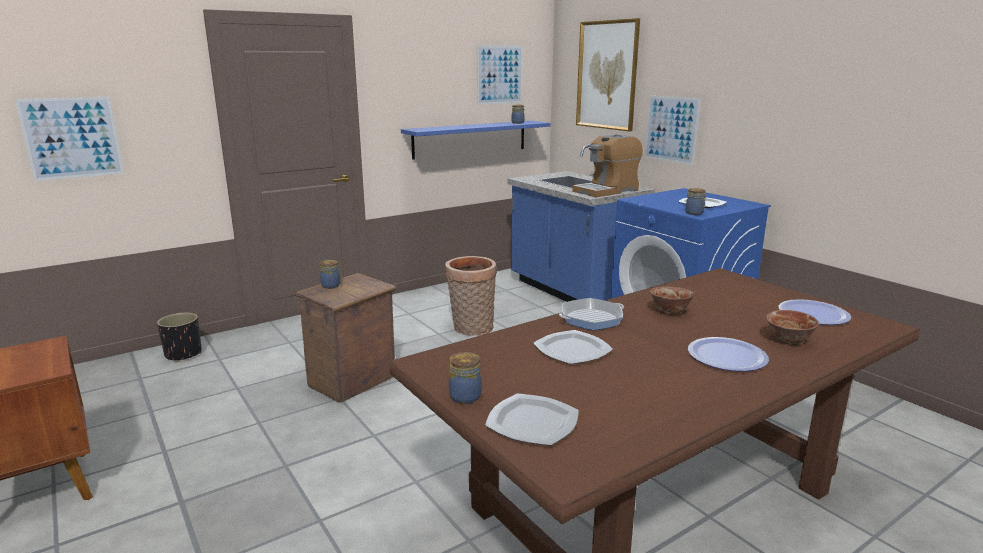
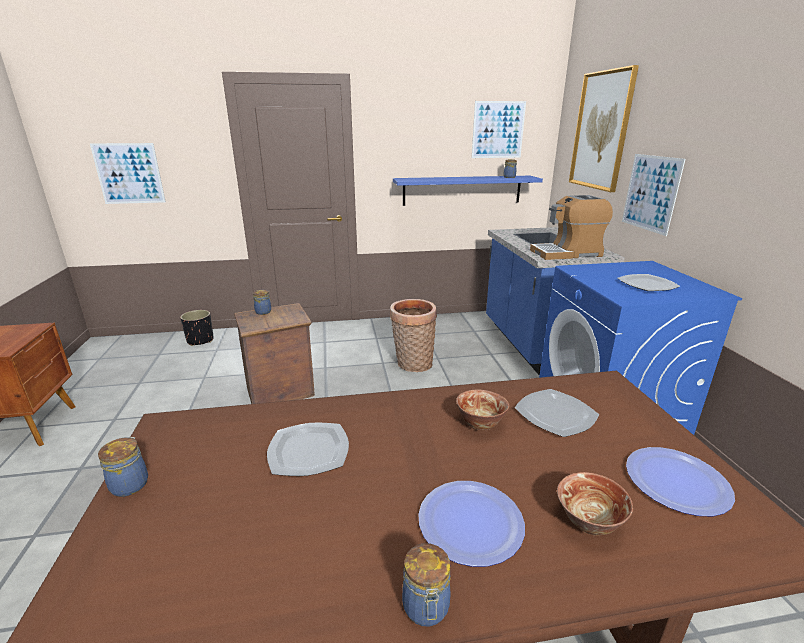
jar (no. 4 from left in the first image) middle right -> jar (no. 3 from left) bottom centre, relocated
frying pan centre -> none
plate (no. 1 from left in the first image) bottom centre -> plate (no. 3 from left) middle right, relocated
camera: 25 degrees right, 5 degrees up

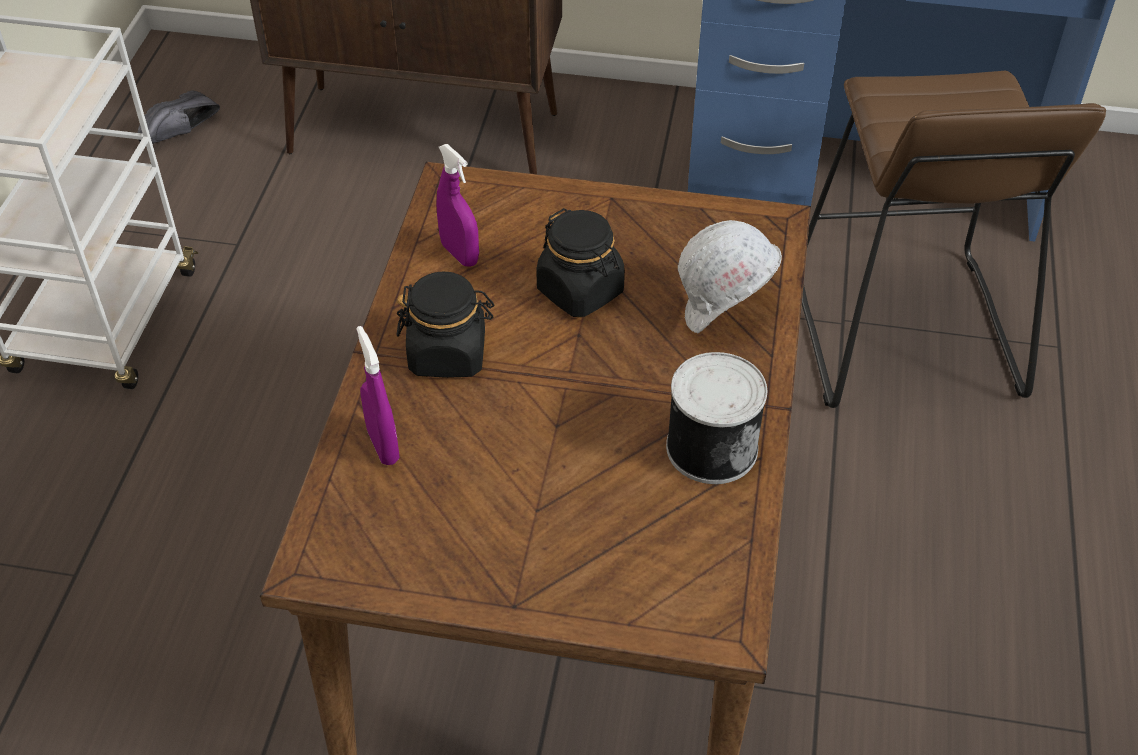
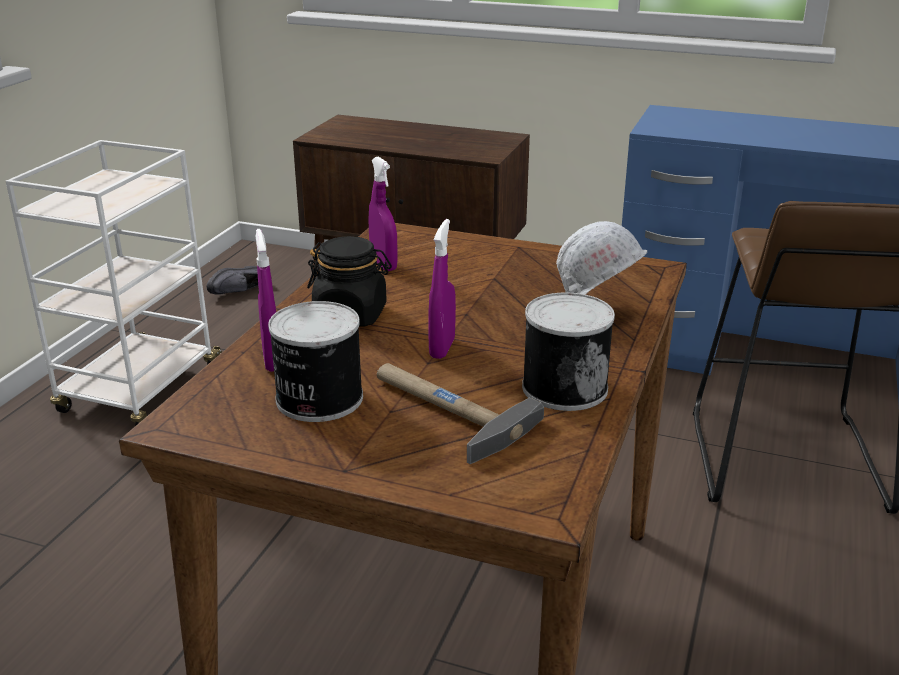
black jar (no. 2 from left) centre -> none
none -> purple spray bottle (no. 3 from left) centre
none -> can (no. 1 from left) centre
none -> hammer centre
camera: 10 degrees right, 20 degrees down

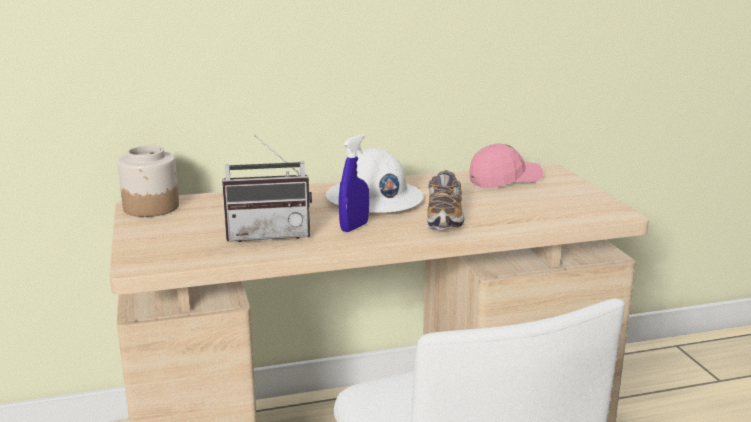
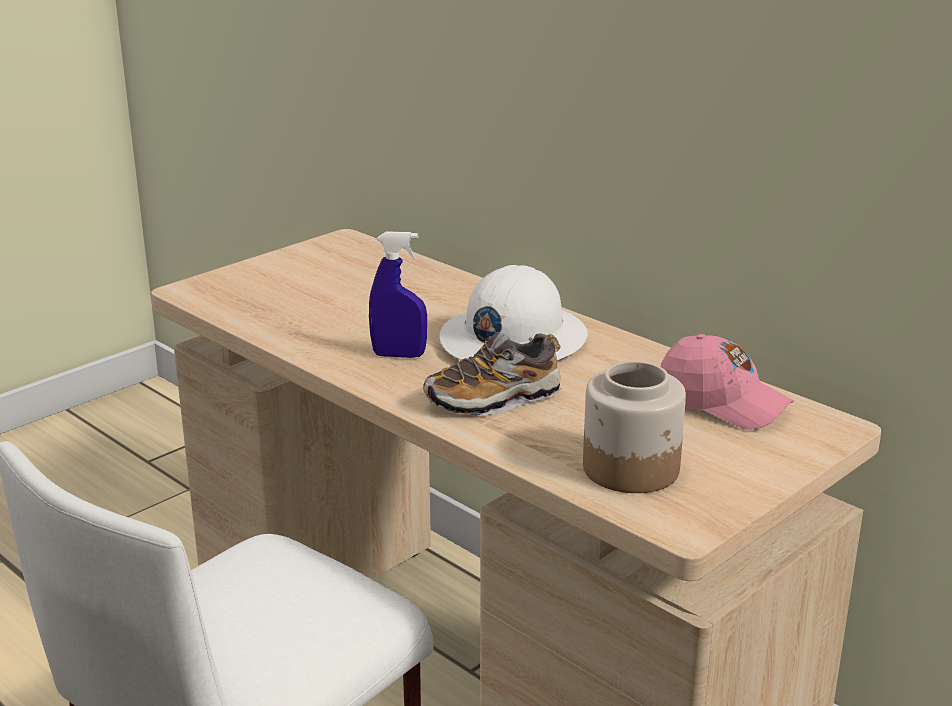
radio centre -> none
jar middle left -> jar centre, relocated
camera: 60 degrees right, 5 degrees up

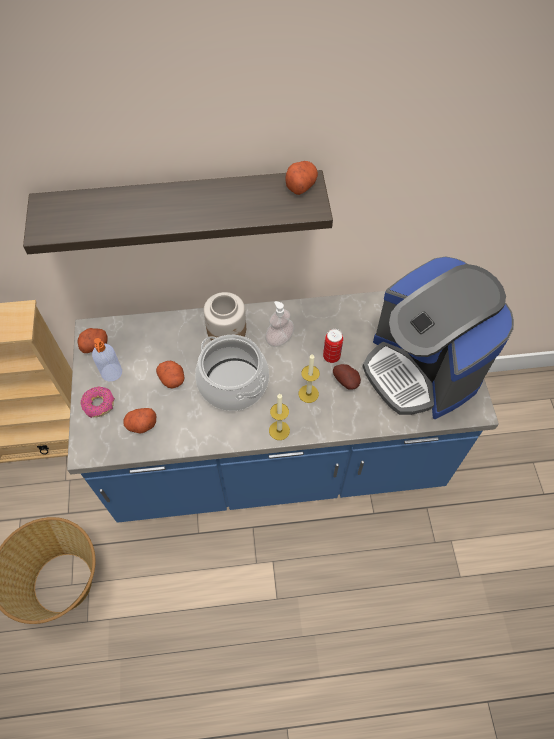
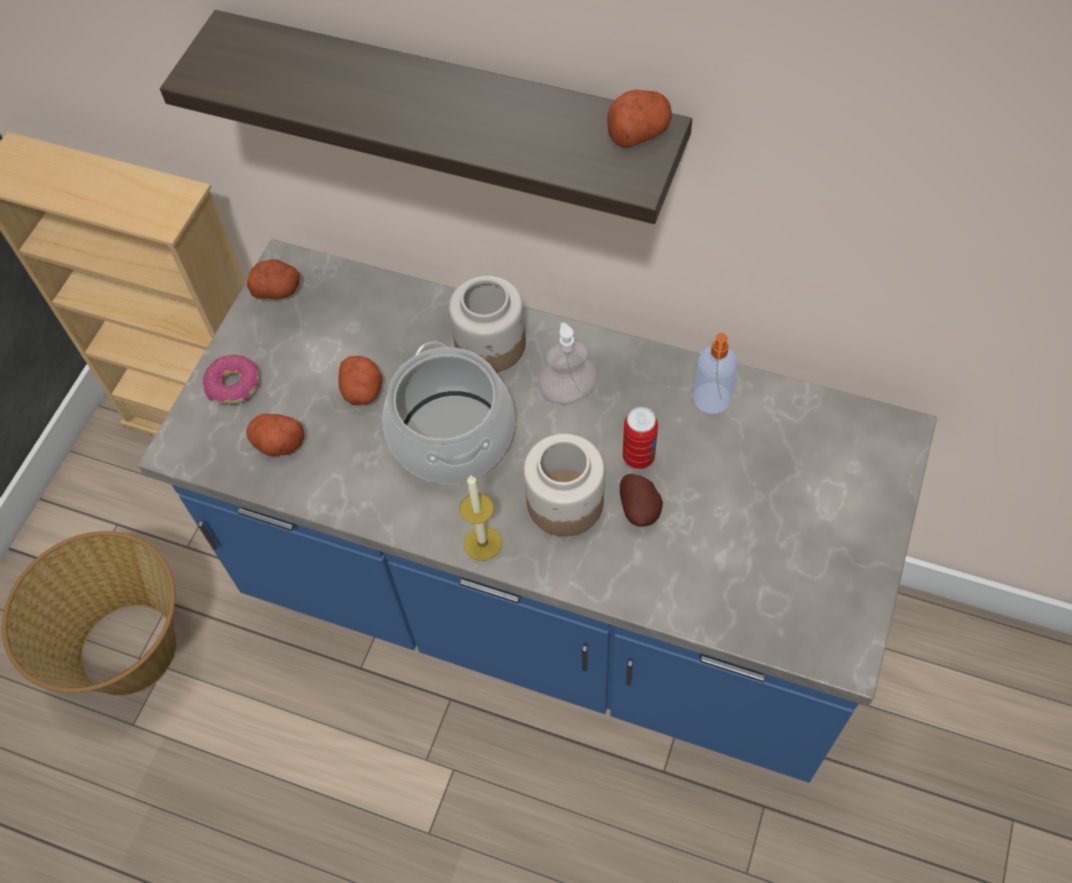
coffee machine middle right -> none
soap dispenser (no. 1 from left in the first image) middle left -> soap dispenser (no. 2 from left) middle right, relocated
candle (no. 2 from left) centre -> jar (no. 2 from left) centre
camera: 30 degrees right, 0 degrees up

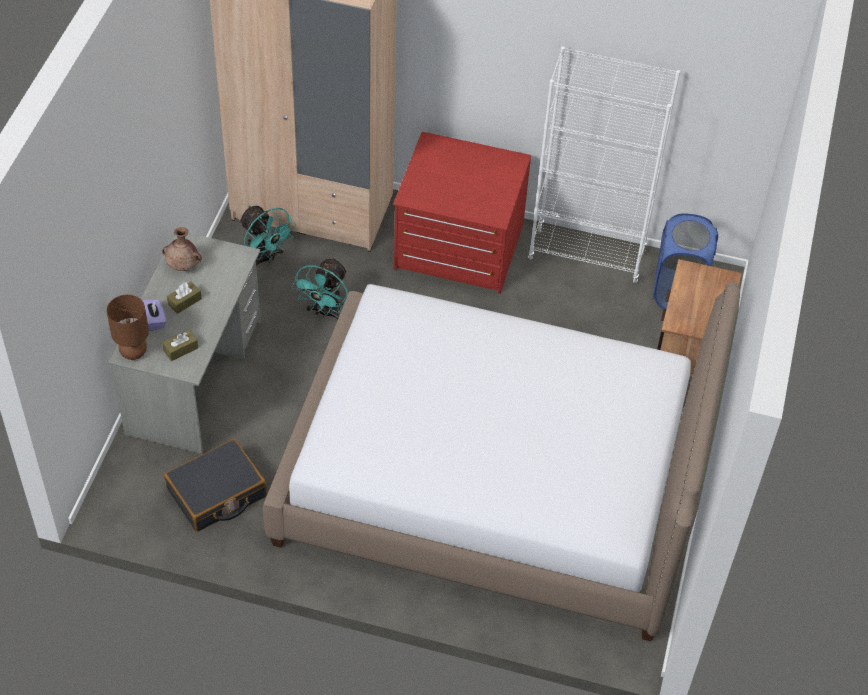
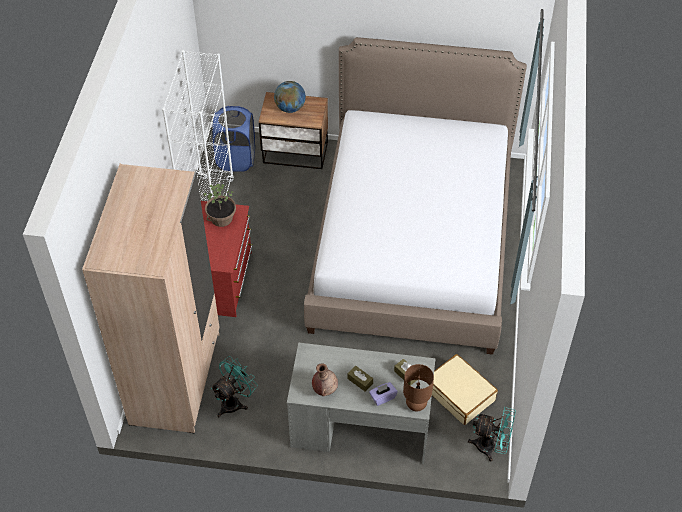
turquoise fan (no. 2 from left) centre -> turquoise fan (no. 2 from left) bottom right, relocated
black suitcase bottom left -> beige suitcase bottom right
none -> globe top centre
none -> potted plant middle left
camera: 95 degrees left, 0 degrees up

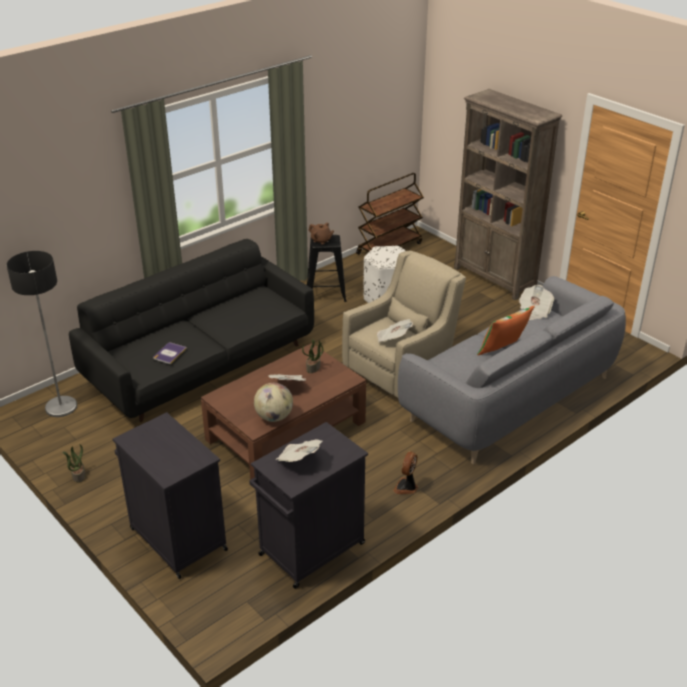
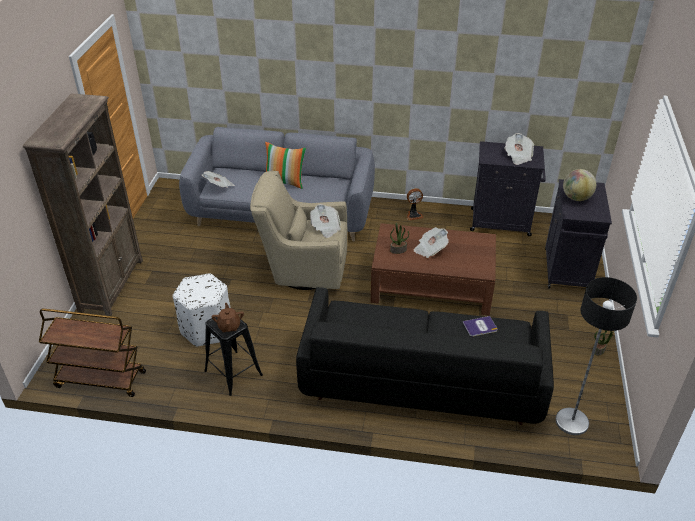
globe centre -> globe middle right, relocated
camera: 130 degrees left, 5 degrees up

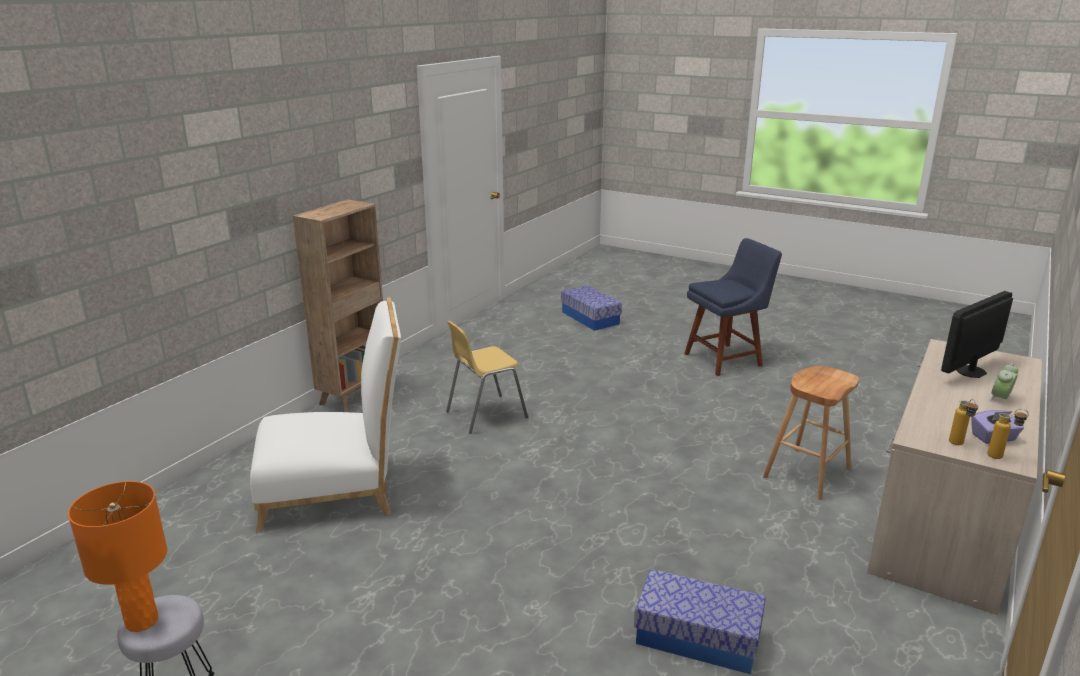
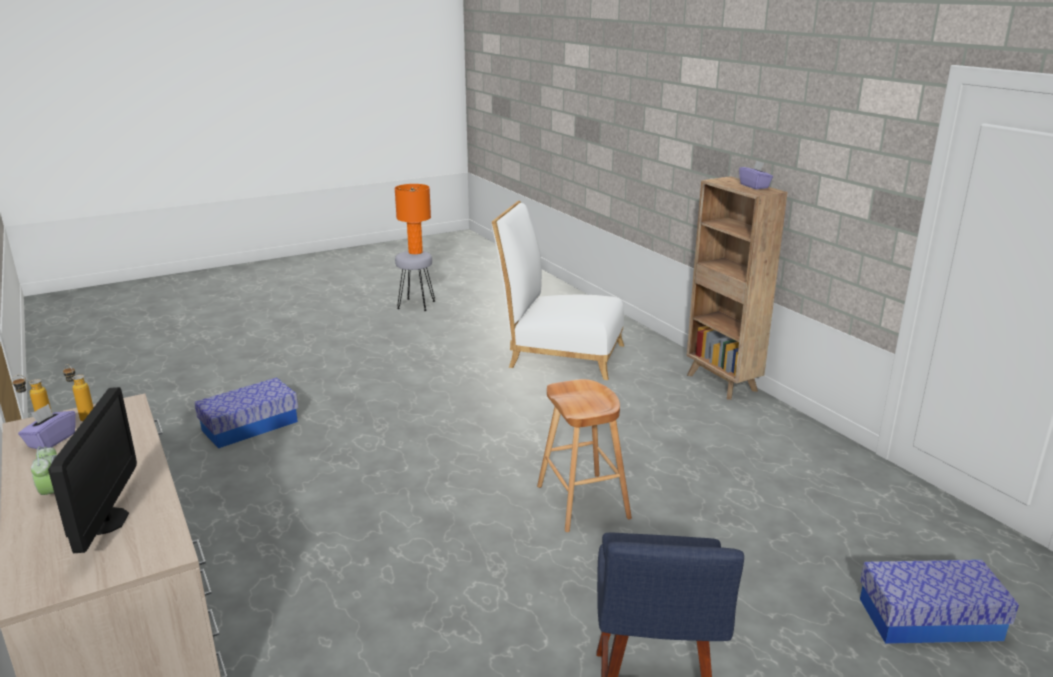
white chair middle left -> white chair centre, 90 degrees clockwise
yellow chair centre -> none
brown stool middle right -> brown stool bottom centre, relocated
none -> purple tissue box (no. 2 from left) top right
camera: 120 degrees right, 0 degrees up

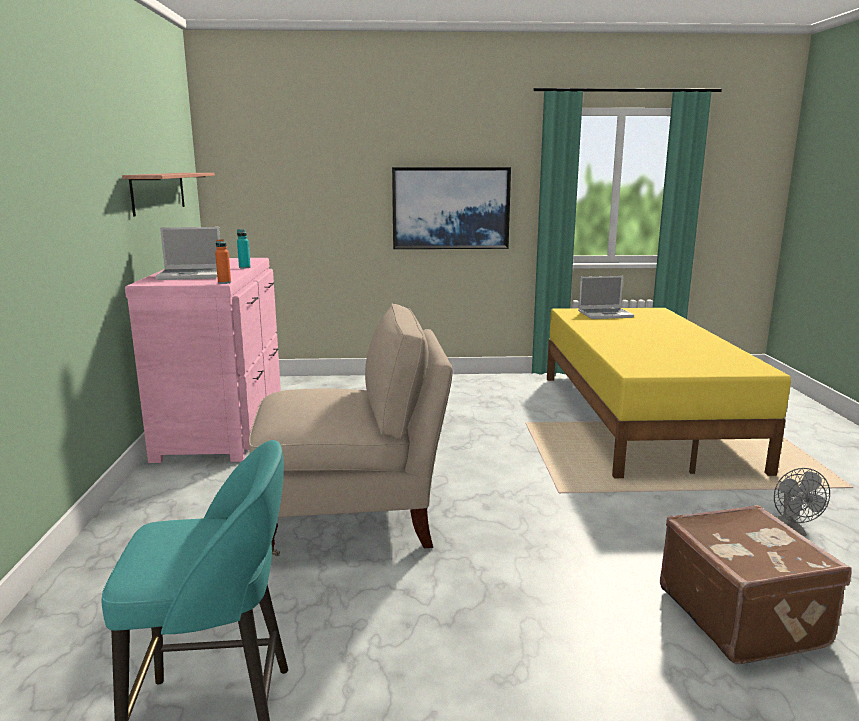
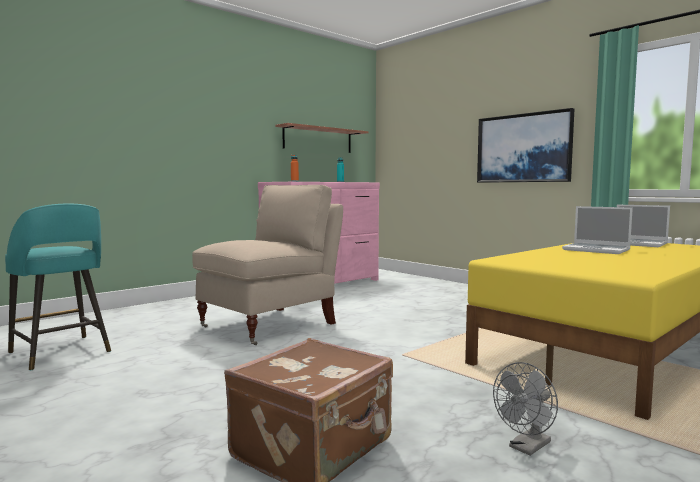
laptop (no. 1 from left) middle left -> laptop (no. 1 from left) middle right, relocated
beige chair centre, 90 degrees counterclockwise
camera: 50 degrees right, 10 degrees down

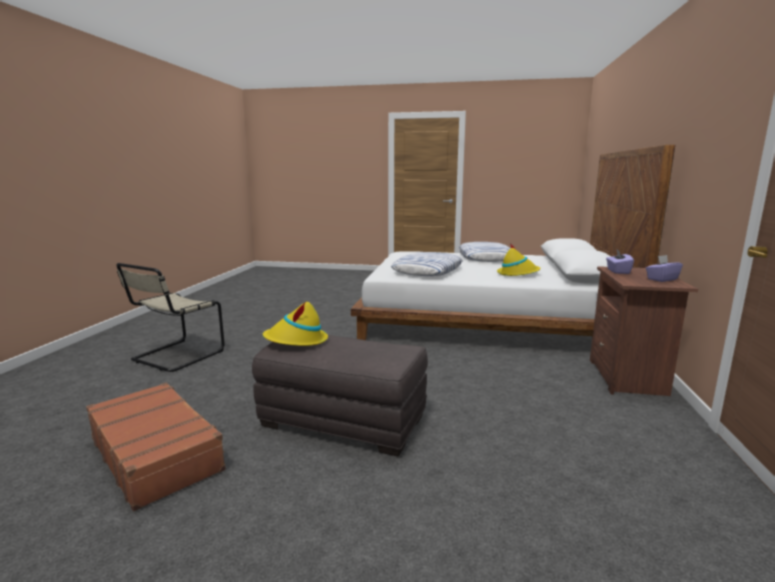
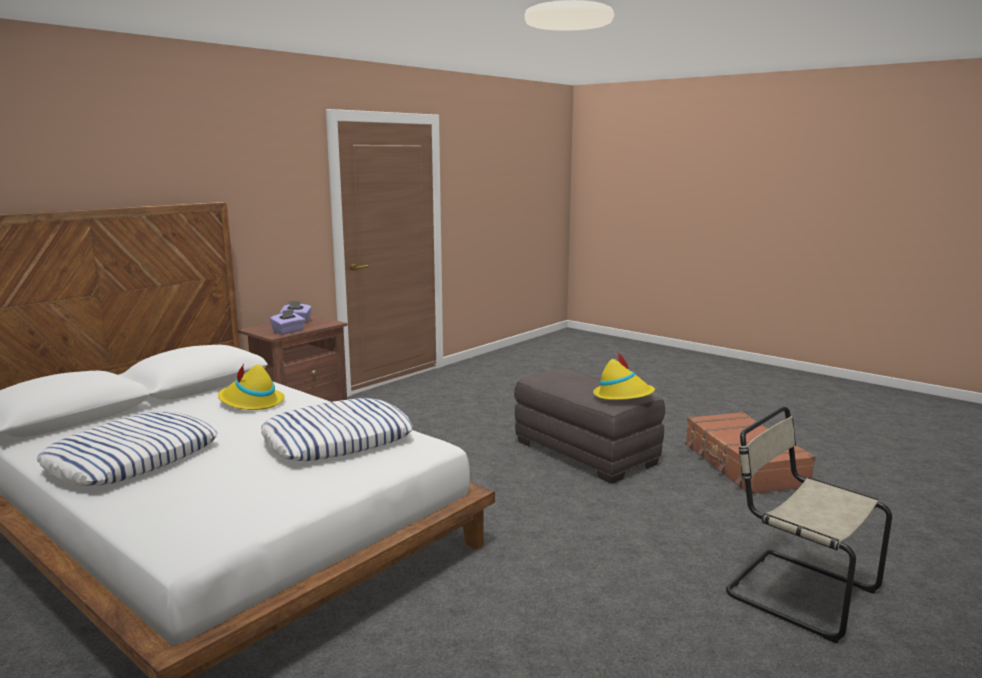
beige chair middle left -> beige chair bottom right, 105 degrees counterclockwise
camera: 150 degrees left, 0 degrees up

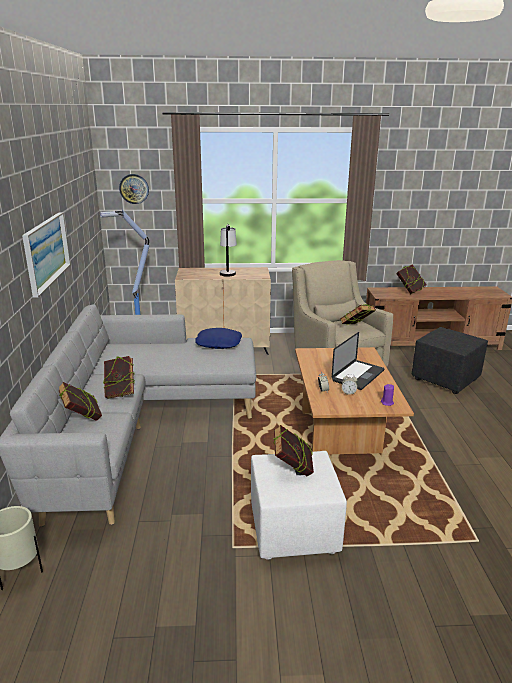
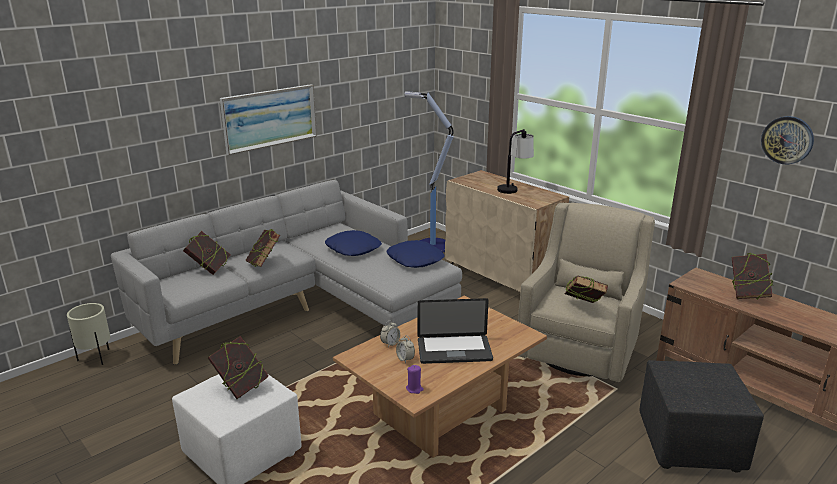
wall clock top left -> wall clock top right, relocated
none -> blue pillow (no. 1 from left) centre
camera: 50 degrees right, 0 degrees up

